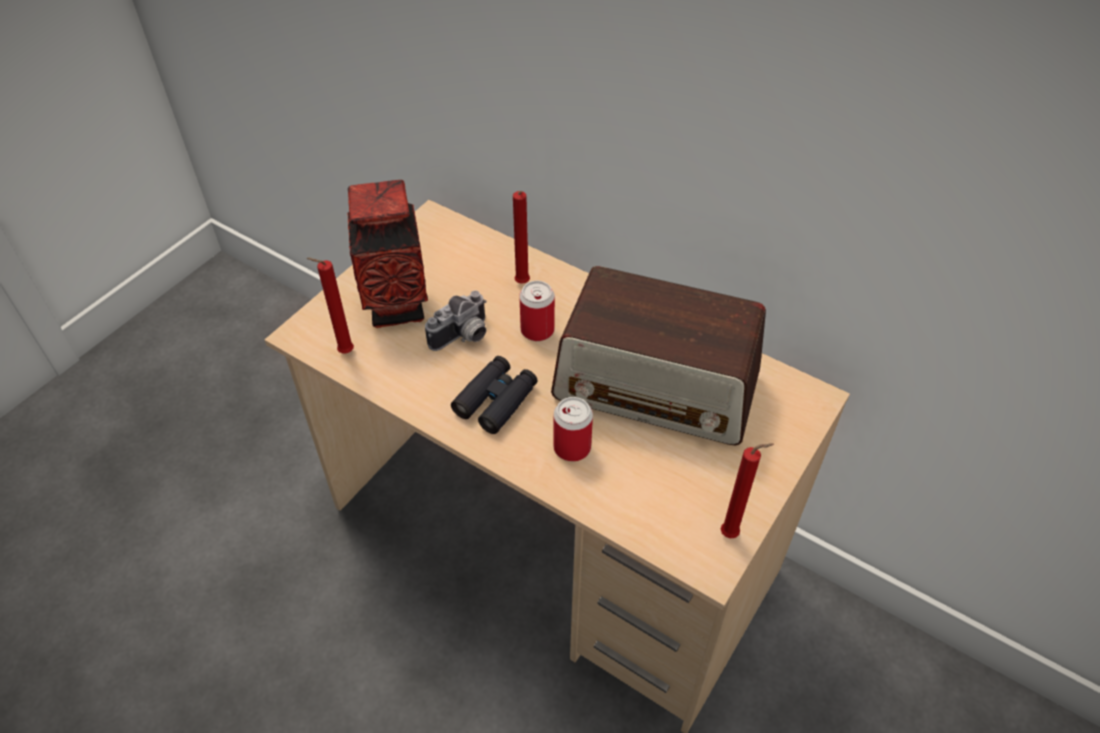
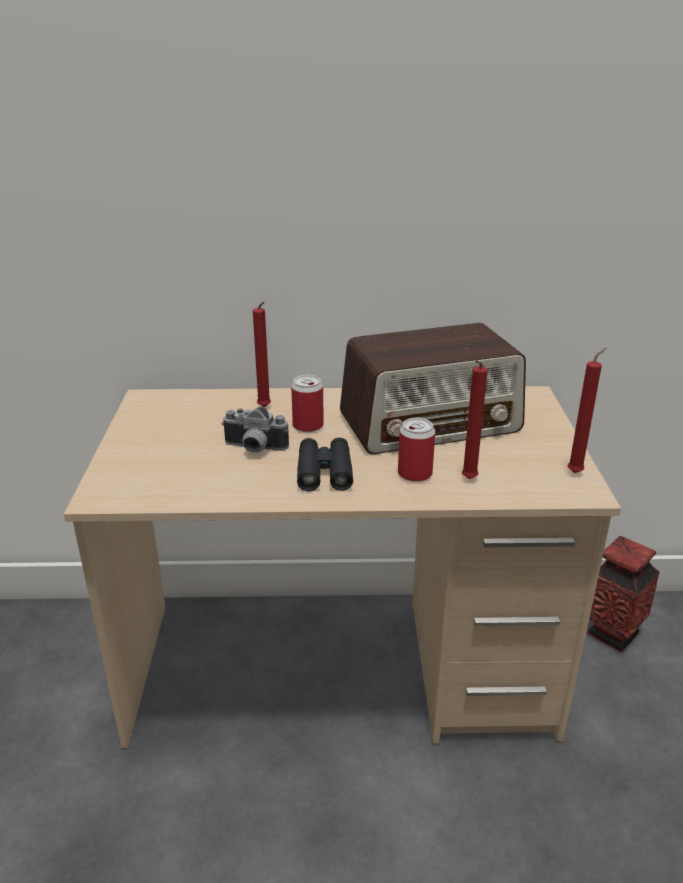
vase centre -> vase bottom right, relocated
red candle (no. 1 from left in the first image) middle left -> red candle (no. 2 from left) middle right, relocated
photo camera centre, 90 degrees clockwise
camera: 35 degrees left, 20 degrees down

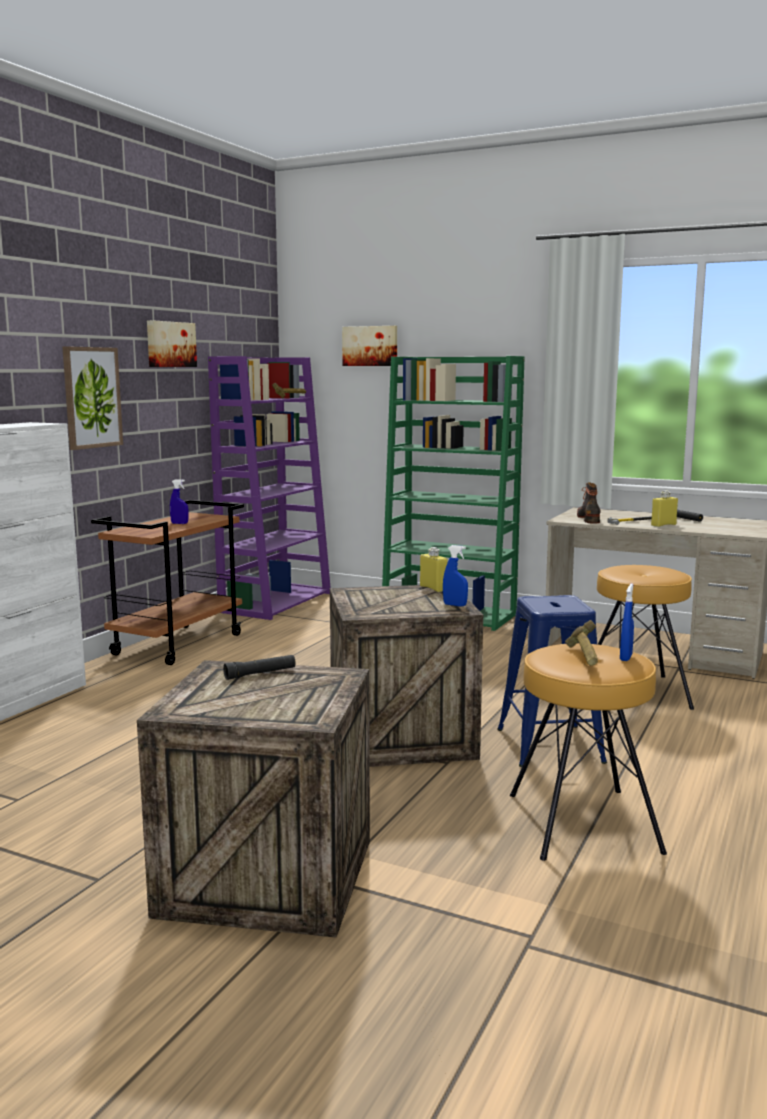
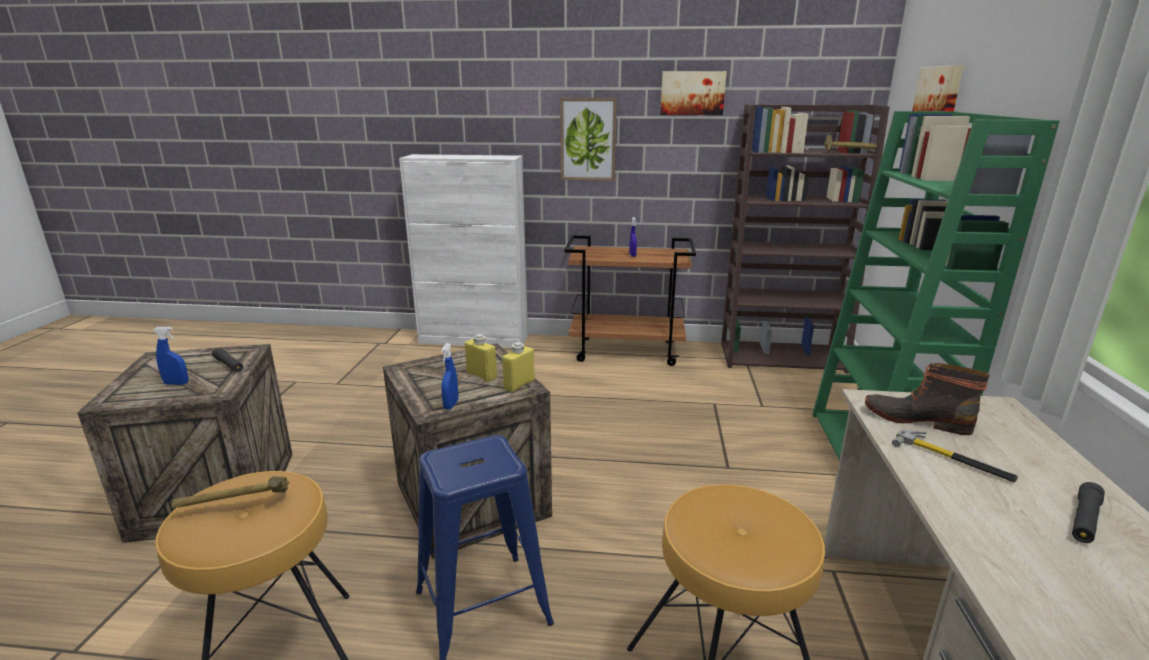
purple bookcase centre -> brown bookcase middle right
boot middle right, 135 degrees counterclockwise
yellow bottle (no. 2 from left in the first image) middle right -> yellow bottle (no. 1 from left) centre, relocated
blue spray bottle (no. 3 from left in the first image) middle right -> blue spray bottle (no. 1 from left) middle left, relocated
camera: 70 degrees right, 10 degrees up

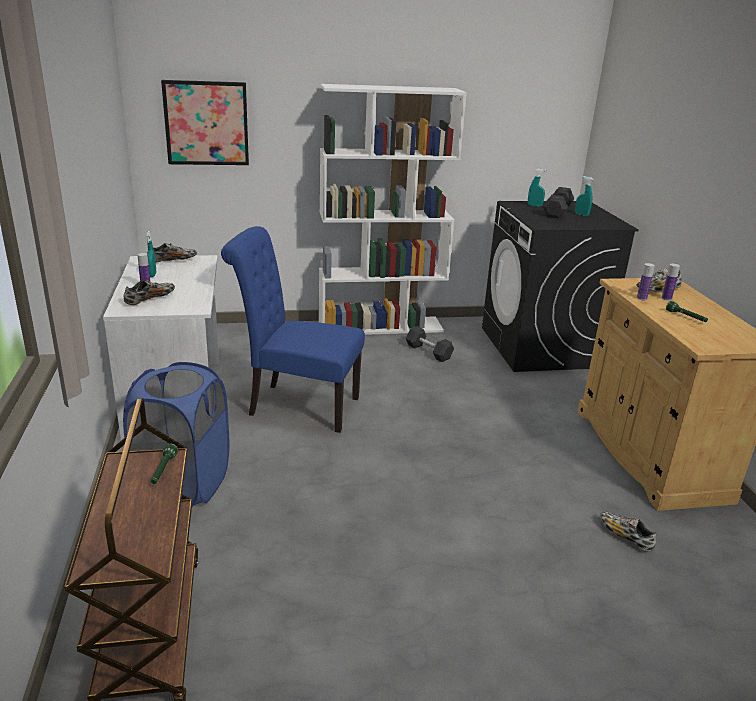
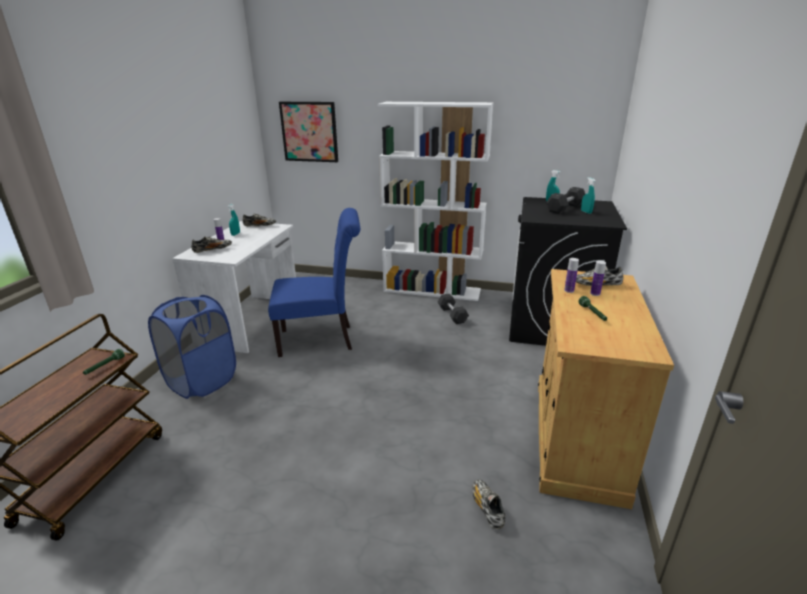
blue chair centre, 135 degrees clockwise
camera: 25 degrees right, 0 degrees up

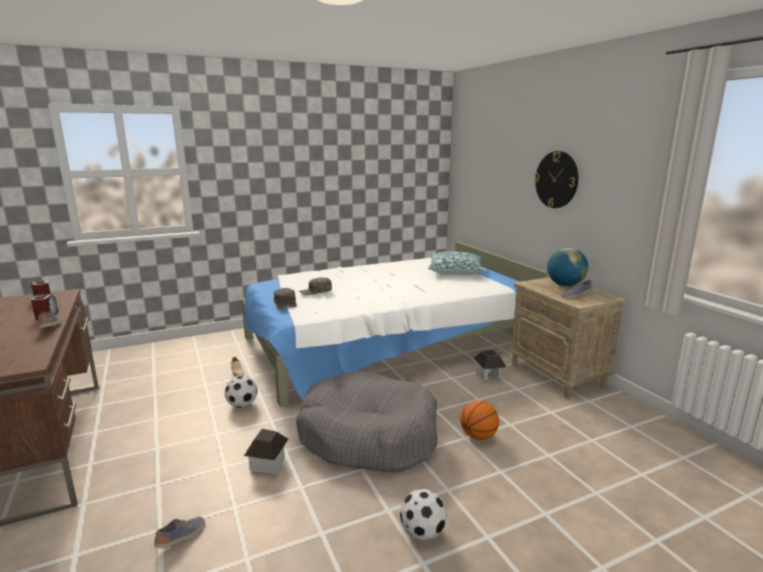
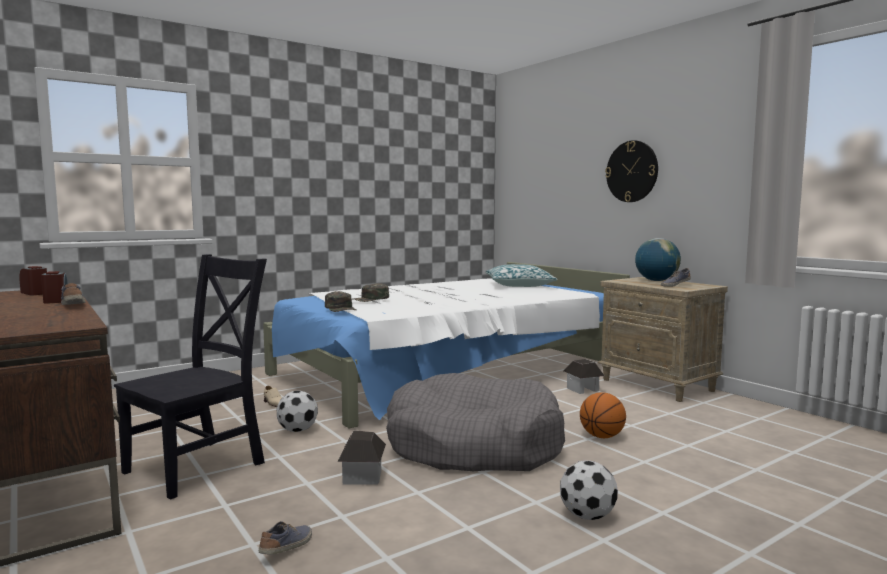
none -> black chair middle left
camera: 10 degrees left, 10 degrees down

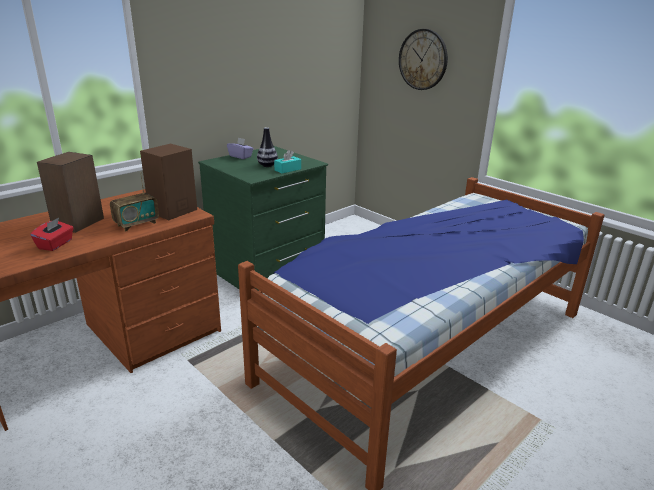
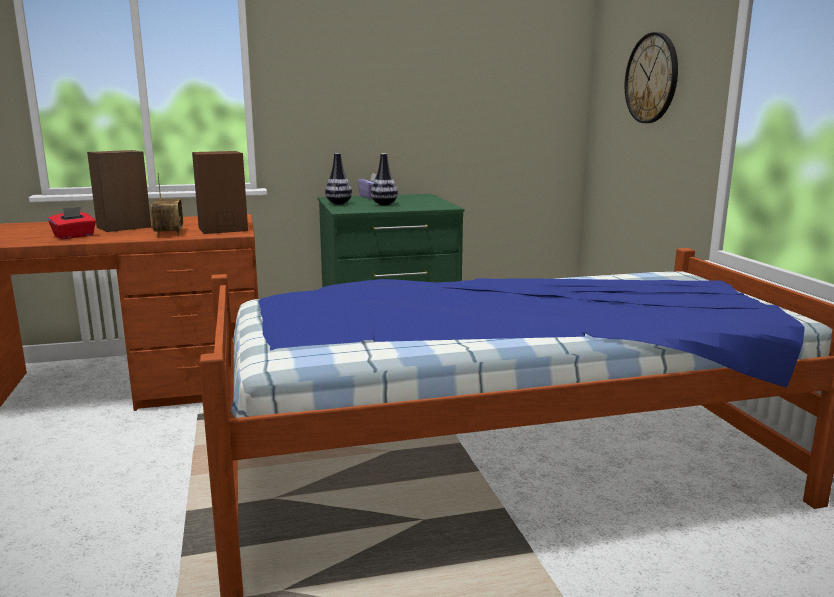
turquoise tissue box top centre -> none
radio middle left, 90 degrees counterclockwise
none -> vase (no. 1 from left) top centre
camera: 30 degrees right, 10 degrees down

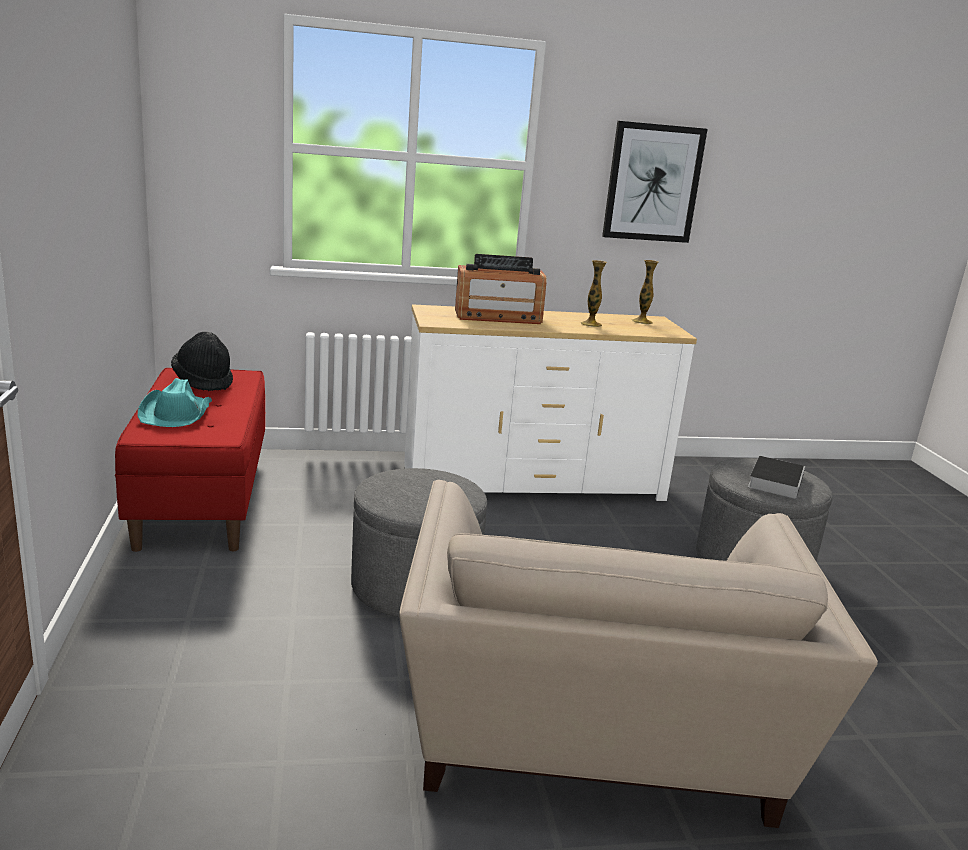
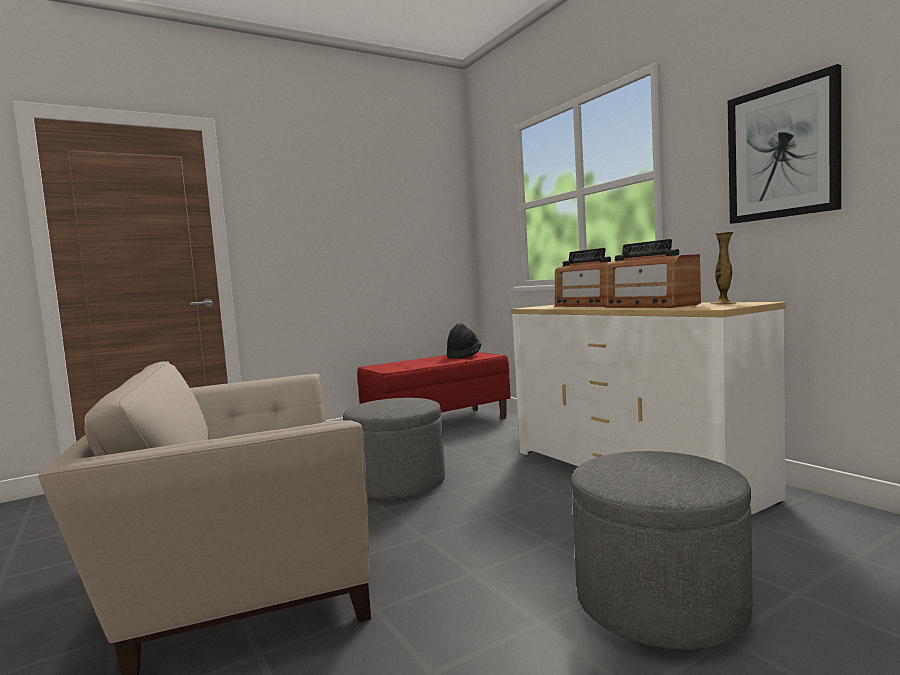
vase (no. 1 from left) centre -> radio (no. 2 from left) middle right
turquoise hat middle left -> none
book middle right -> none
camera: 70 degrees right, 15 degrees down

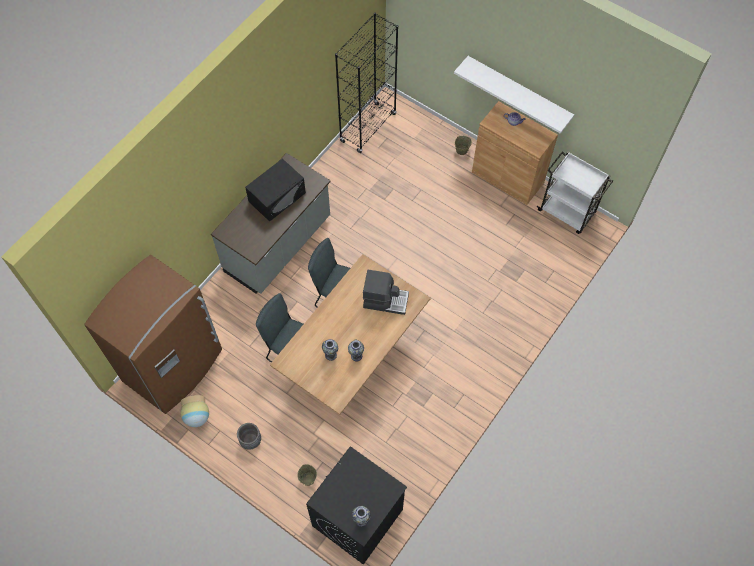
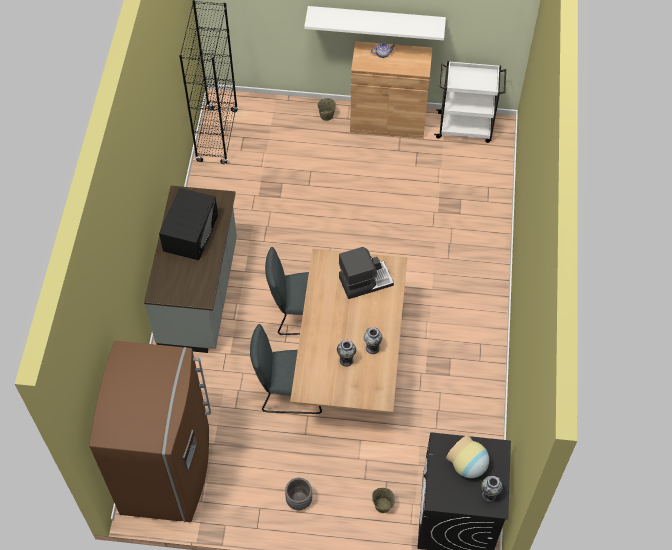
vase (no. 1 from left in the first image) bottom left -> vase (no. 3 from left) bottom right, relocated
camera: 30 degrees left, 5 degrees down

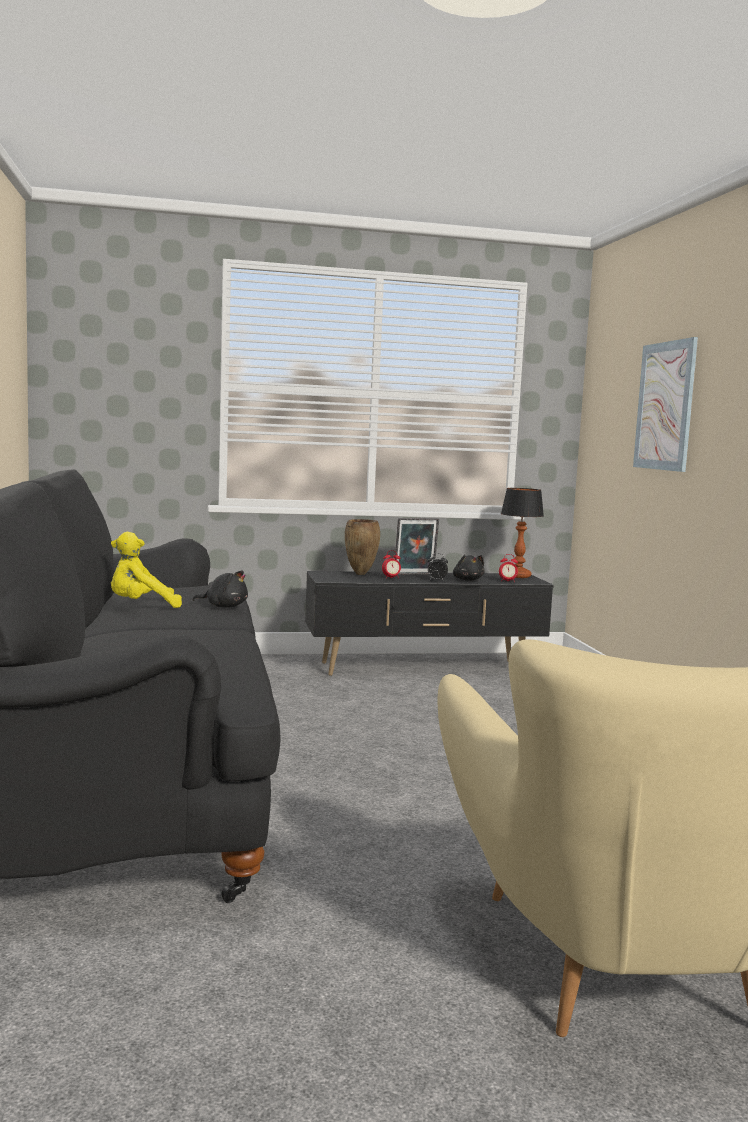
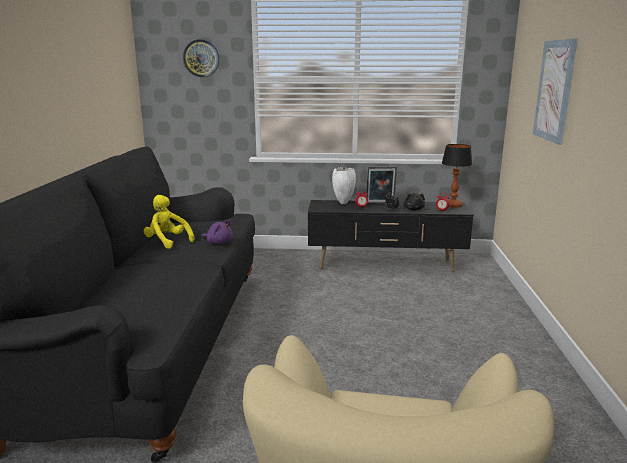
brown vase centre -> white vase centre
yellow plush toy middle left, 45 degrees clockwise
black plush toy (no. 1 from left) middle left -> purple plush toy centre
none -> wall clock top left
camera: 15 degrees right, 10 degrees up

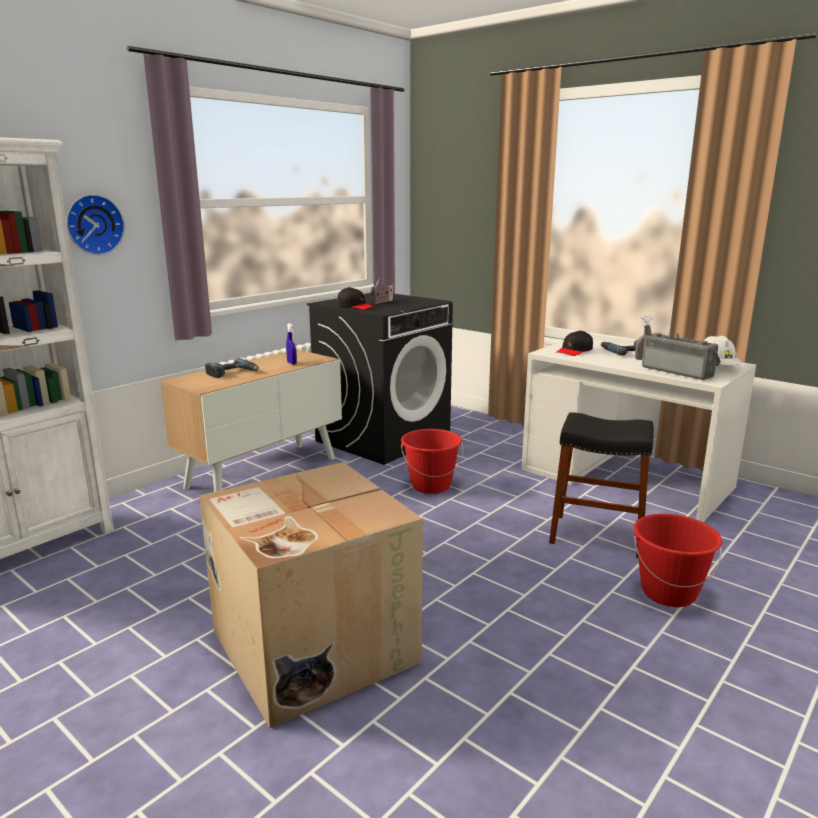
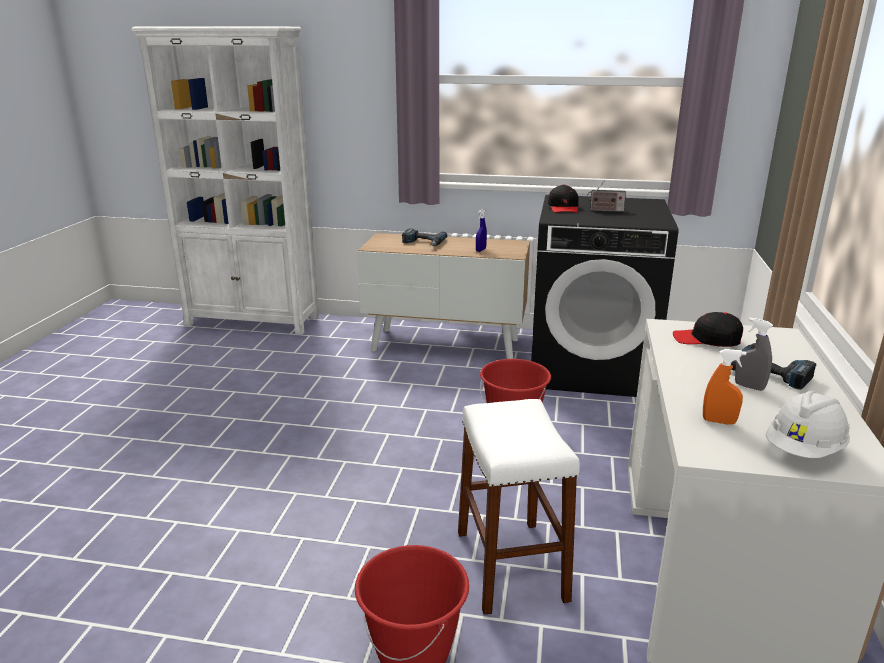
wall clock top left -> none
radio (no. 2 from left) middle right -> orange spray bottle middle right
black stool middle right -> white stool bottom centre
cardboard box bottom centre -> none
camera: 60 degrees right, 5 degrees up

